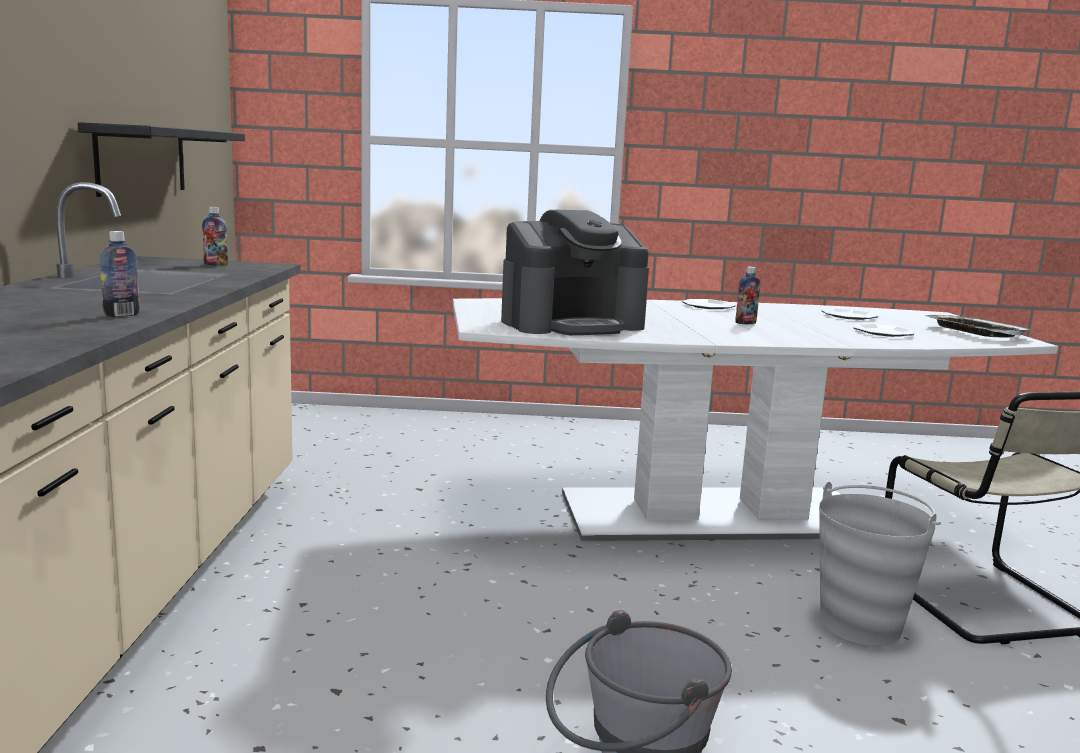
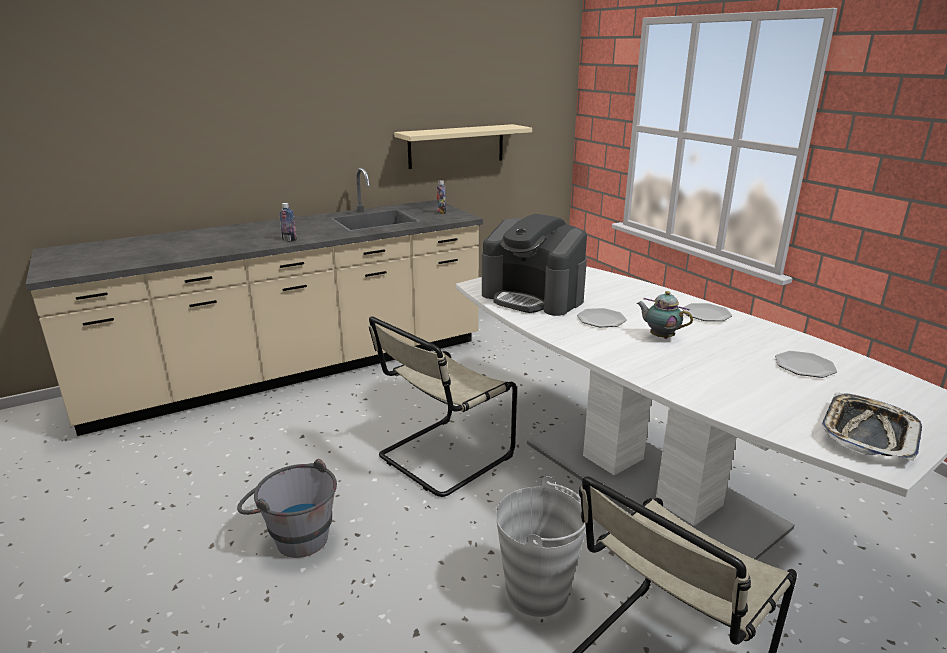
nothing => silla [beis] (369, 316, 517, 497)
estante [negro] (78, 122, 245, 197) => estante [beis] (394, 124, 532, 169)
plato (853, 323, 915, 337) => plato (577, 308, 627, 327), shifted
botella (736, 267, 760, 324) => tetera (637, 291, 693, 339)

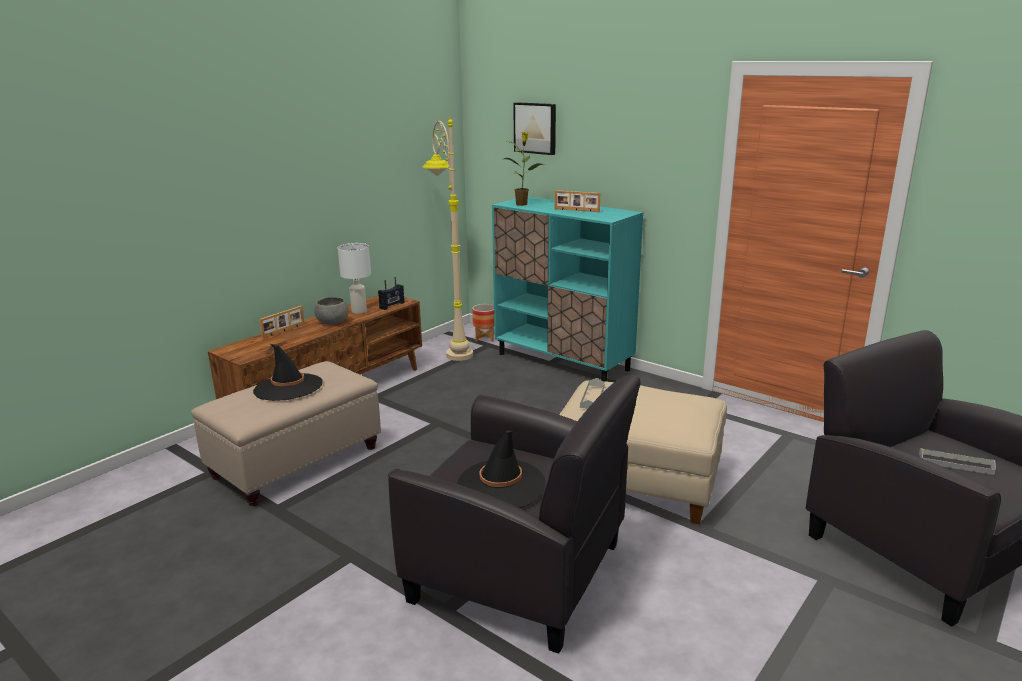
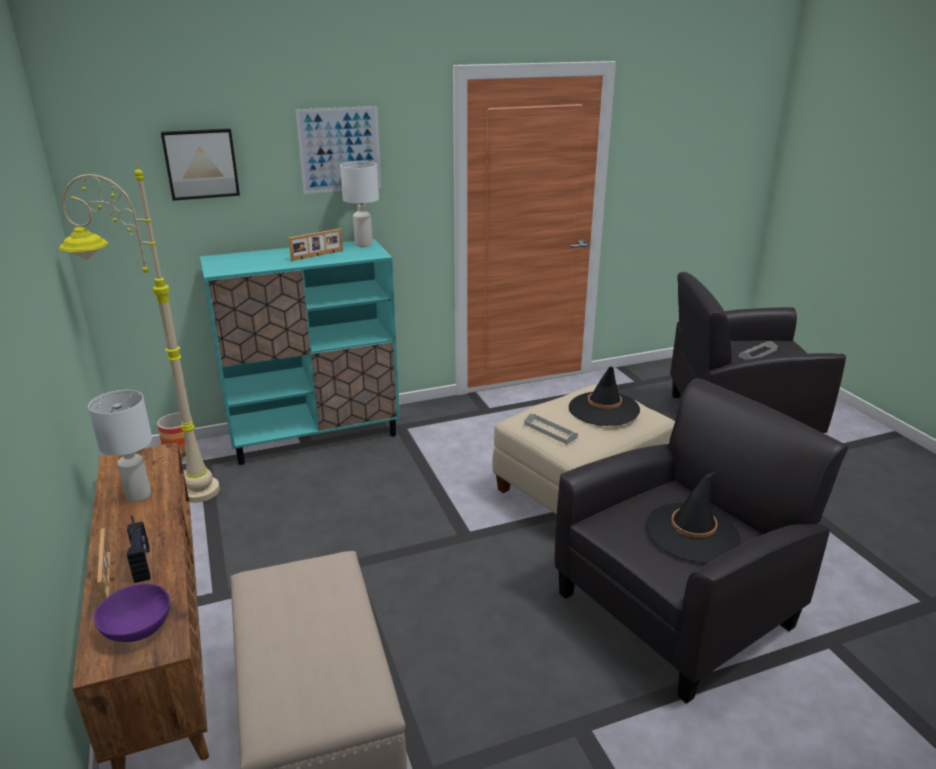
nothing => cuenco [morado] (94, 584, 170, 642)
radio (378, 277, 405, 310) => radio (127, 515, 150, 583), shifted
nothing => cuadro (296, 106, 381, 194)
nothing => lámpara de mesa [blanco] (340, 161, 379, 247)
sombrero [negro] (253, 343, 323, 401) => sombrero [negro] (569, 366, 640, 426), shifted
cuenco [gris] (314, 297, 349, 325) => nothing
planta en maceta (504, 132, 546, 206) => nothing

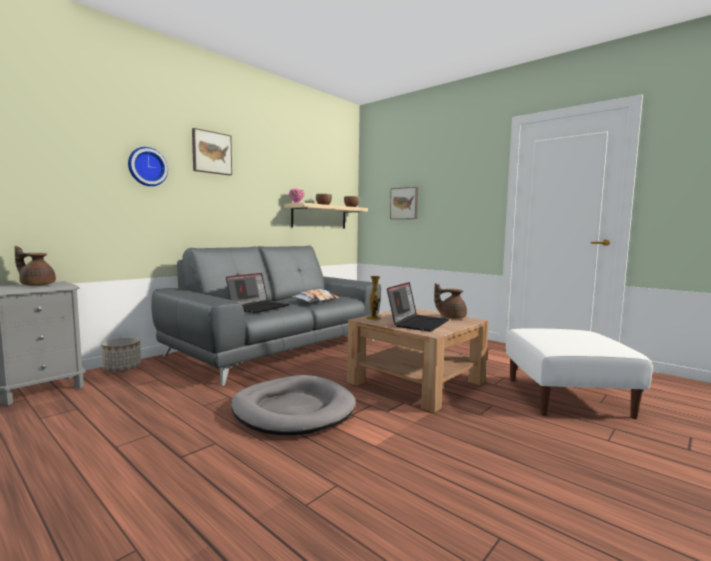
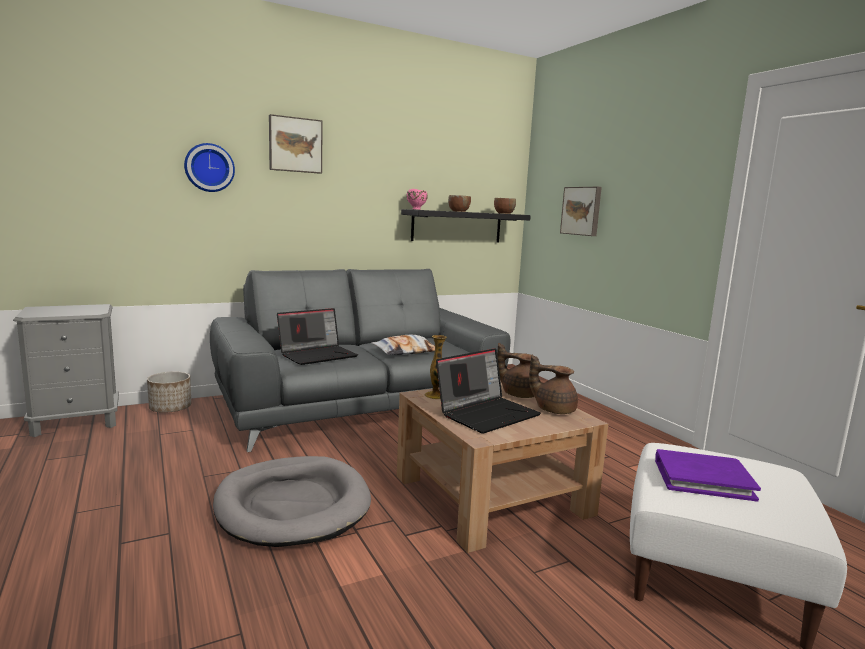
estante [beis] (285, 203, 368, 228) => estante [negro] (401, 209, 531, 243)
tetera [marrón] (15, 246, 56, 286) => tetera [marrón] (497, 343, 540, 398), shifted
nothing => libro [morado] (655, 449, 761, 502)

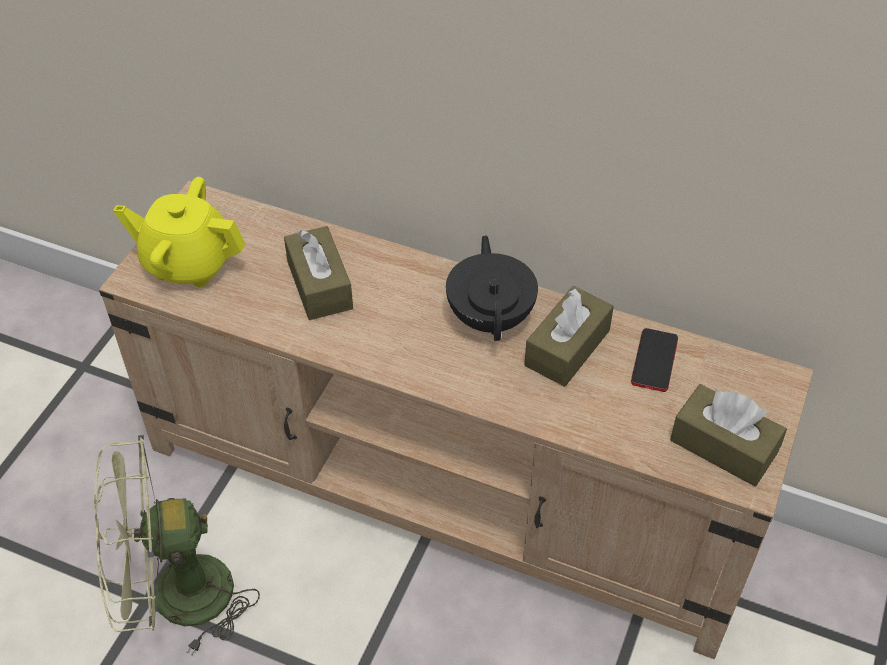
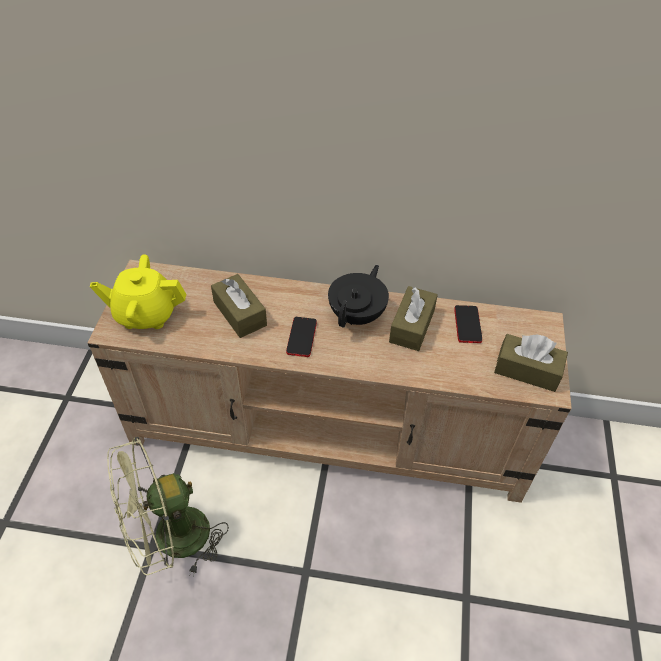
nothing => móvil (286, 317, 317, 357)
tetera [negro] (446, 235, 538, 341) => tetera [negro] (328, 265, 389, 328), 45 degrees clockwise

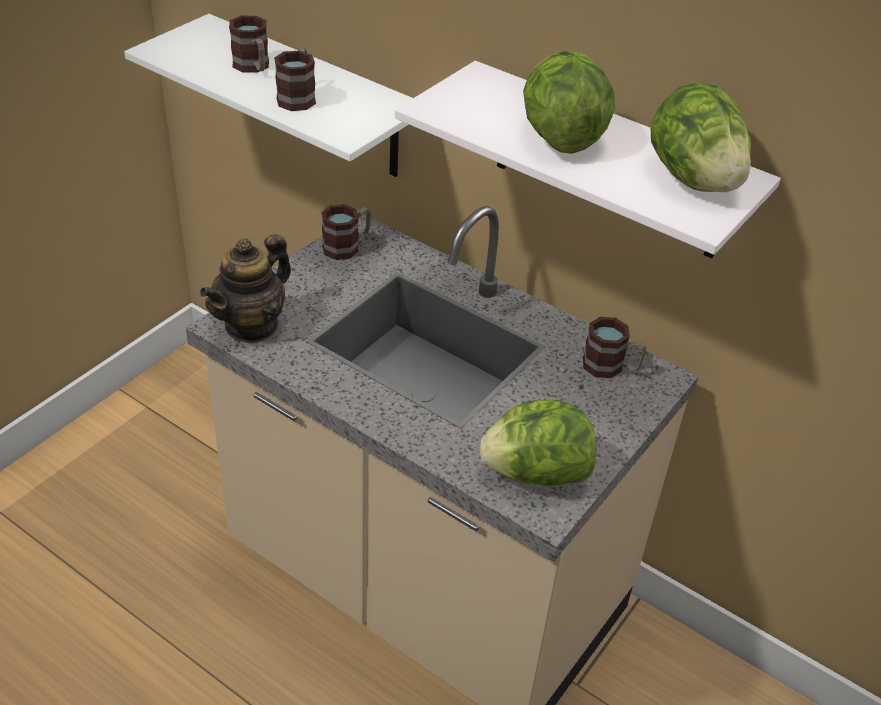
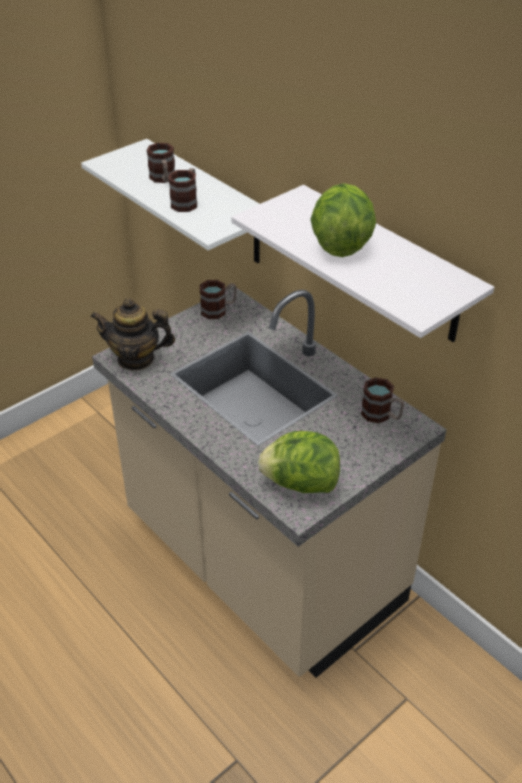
tetera (200, 234, 291, 343) => tetera (90, 298, 175, 370), 45 degrees clockwise
lechuga (651, 82, 751, 192) => nothing

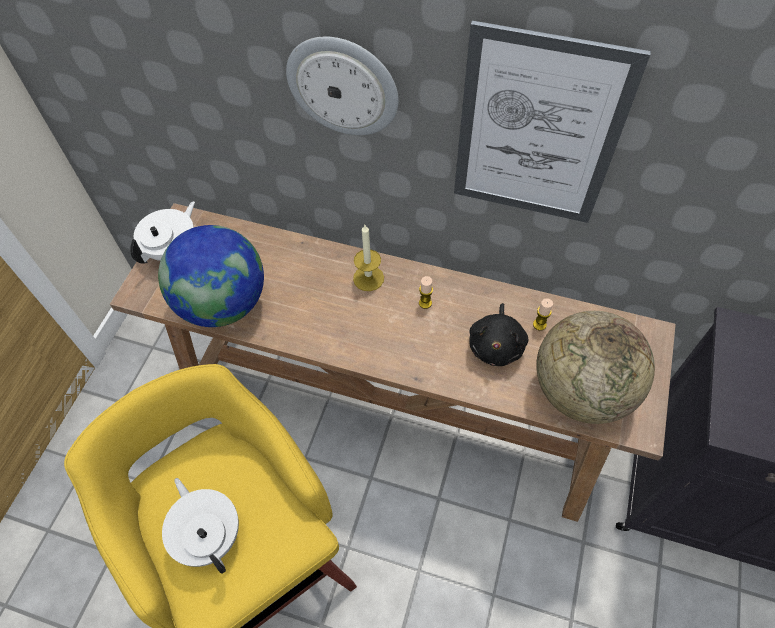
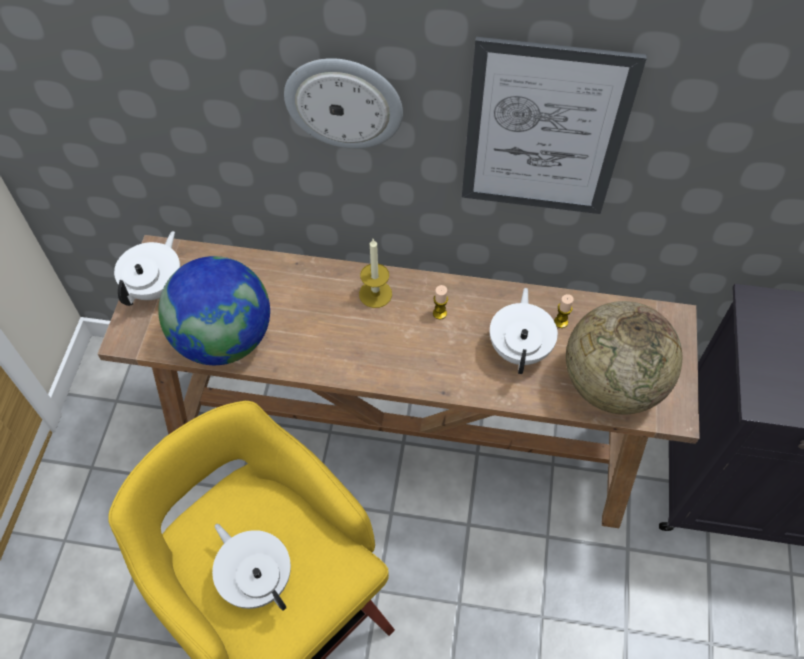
peluche [negro] (469, 303, 528, 366) => tetera [blanco] (490, 288, 558, 374)

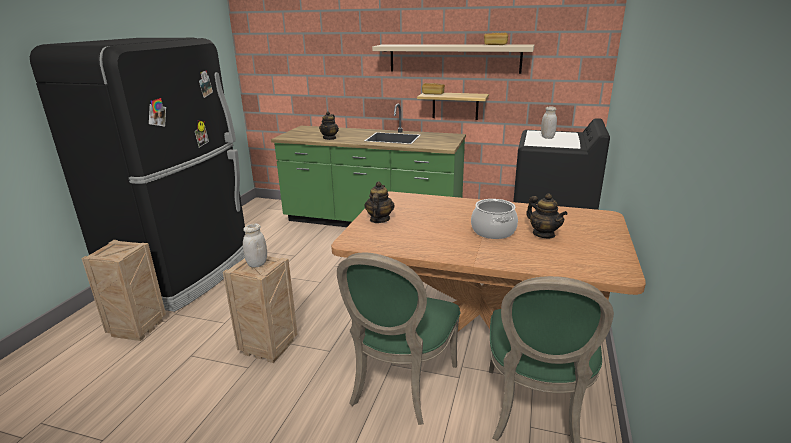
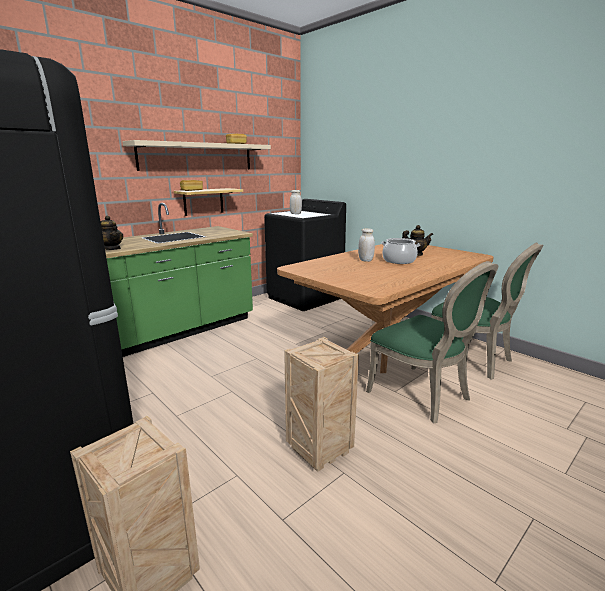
tarro [blanco] (243, 224, 267, 268) => tarro [blanco] (358, 228, 375, 262), shifted
tetera (365, 181, 395, 223) => nothing

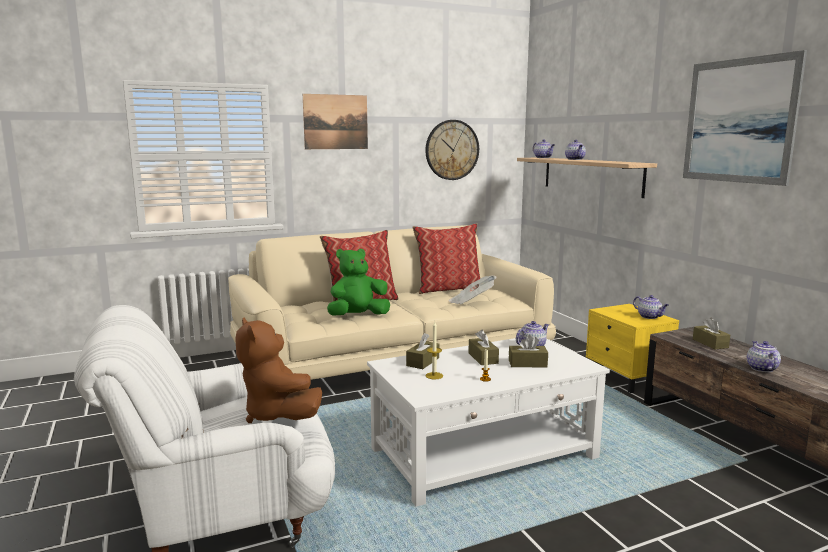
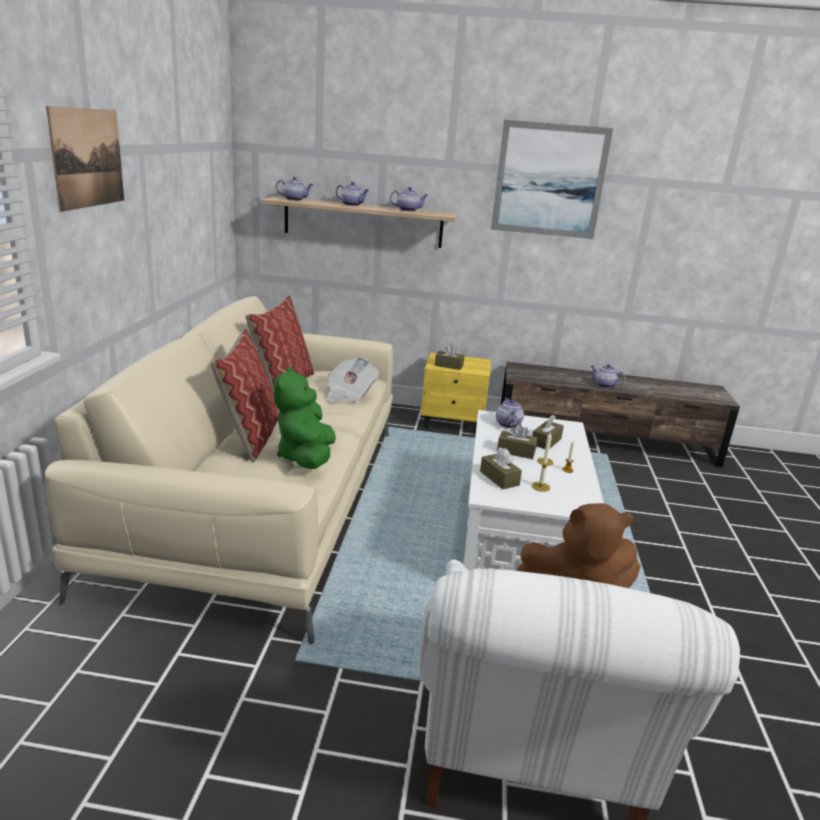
tetera (633, 295, 669, 319) => tetera (390, 187, 428, 212), shifted
caja de pañuelos [marrón] (693, 318, 730, 349) => caja de pañuelos [marrón] (435, 344, 464, 370), shifted
reloj de pared (425, 120, 479, 180) => nothing

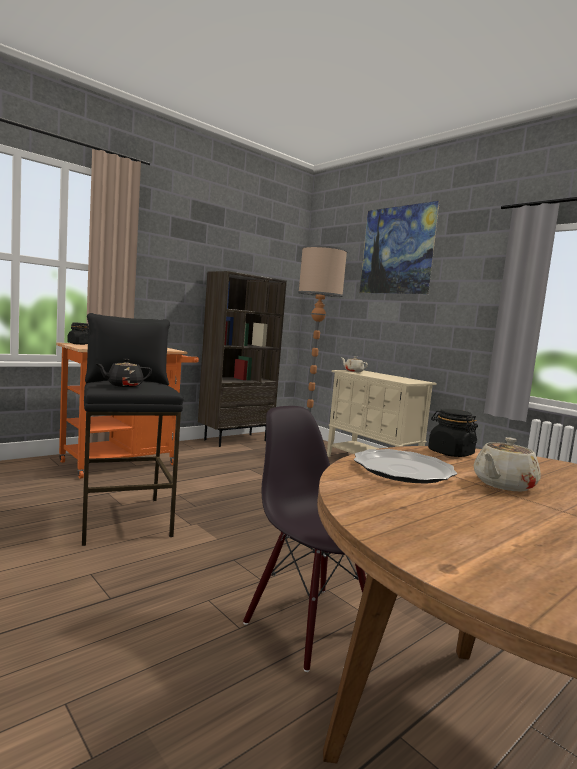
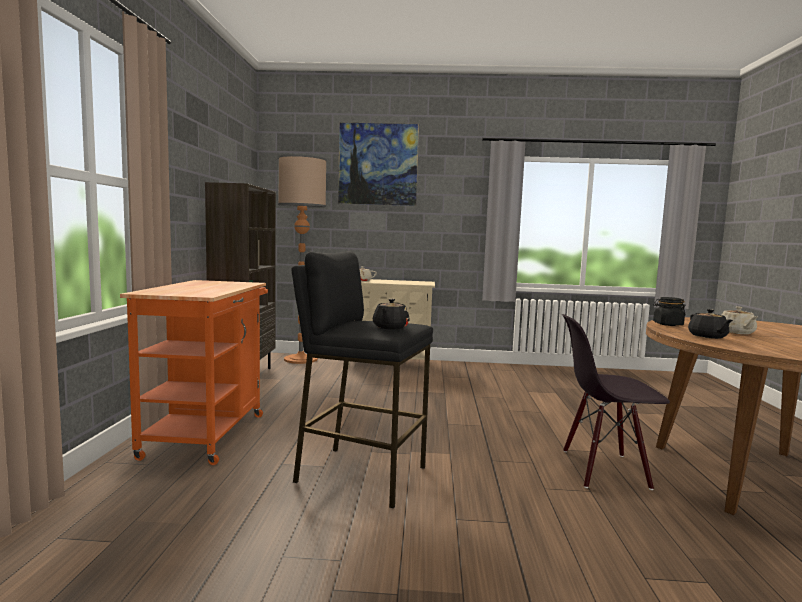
plato (354, 449, 457, 483) => tetera [negro] (688, 309, 733, 339)
tarro [negro] (67, 322, 88, 345) => nothing

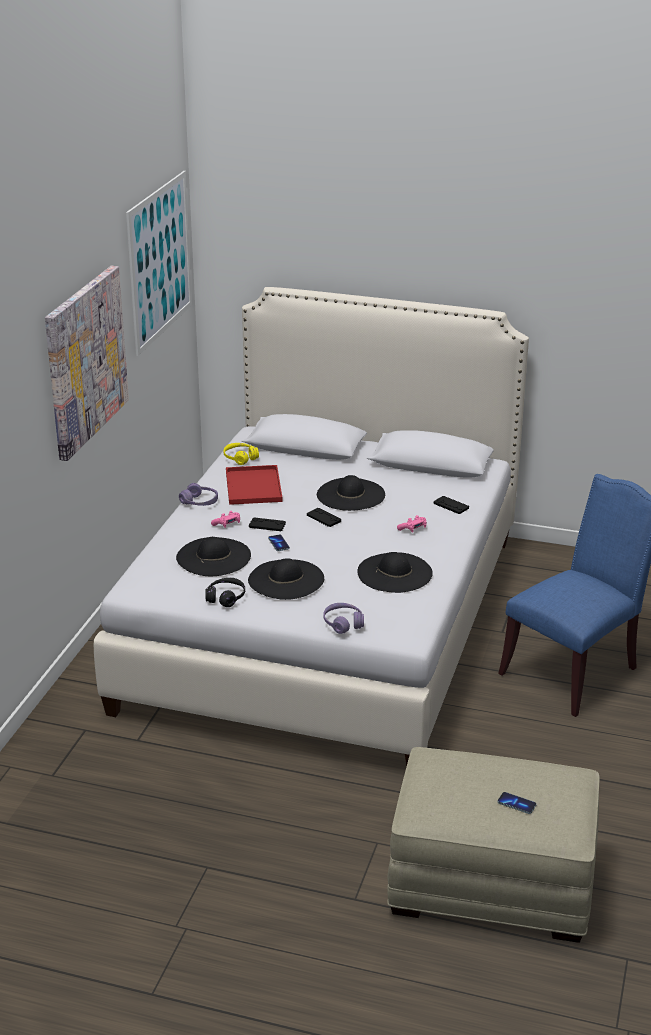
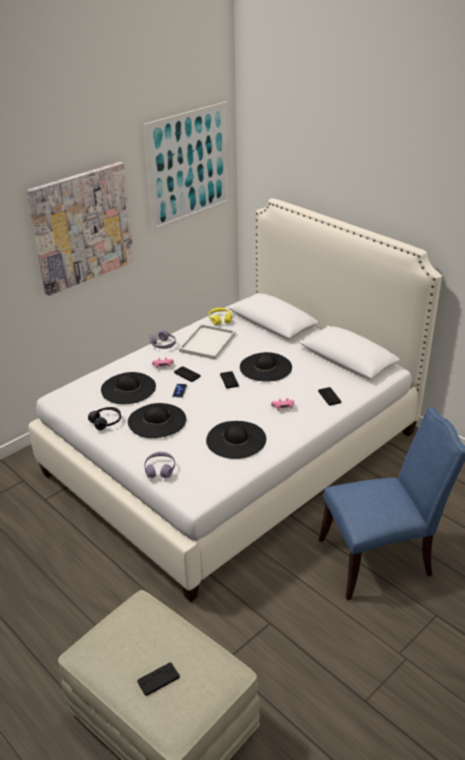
móvil (497, 792, 536, 814) => mando de consola [negro] (137, 662, 180, 696)
bandeja [rojo] (226, 465, 283, 505) => bandeja [blanco] (179, 324, 235, 360)

